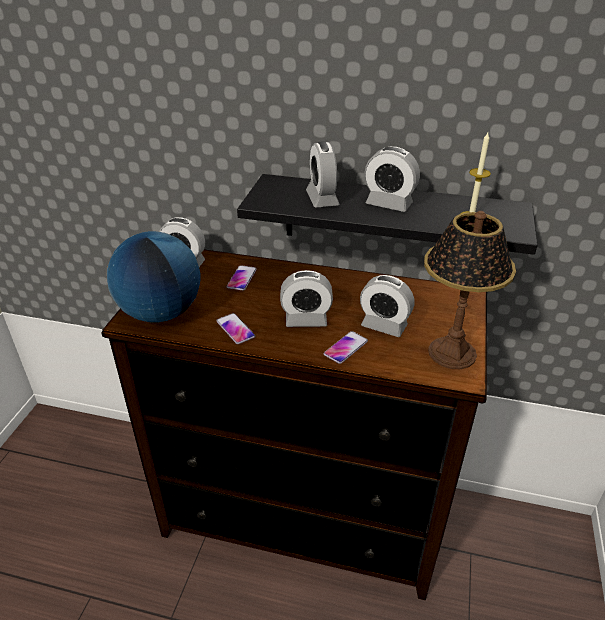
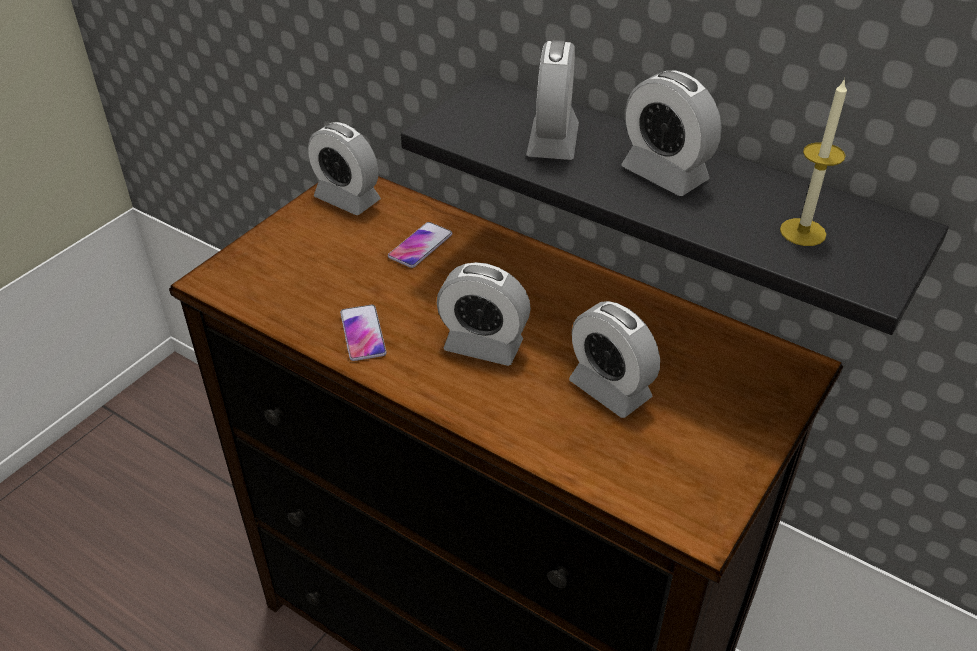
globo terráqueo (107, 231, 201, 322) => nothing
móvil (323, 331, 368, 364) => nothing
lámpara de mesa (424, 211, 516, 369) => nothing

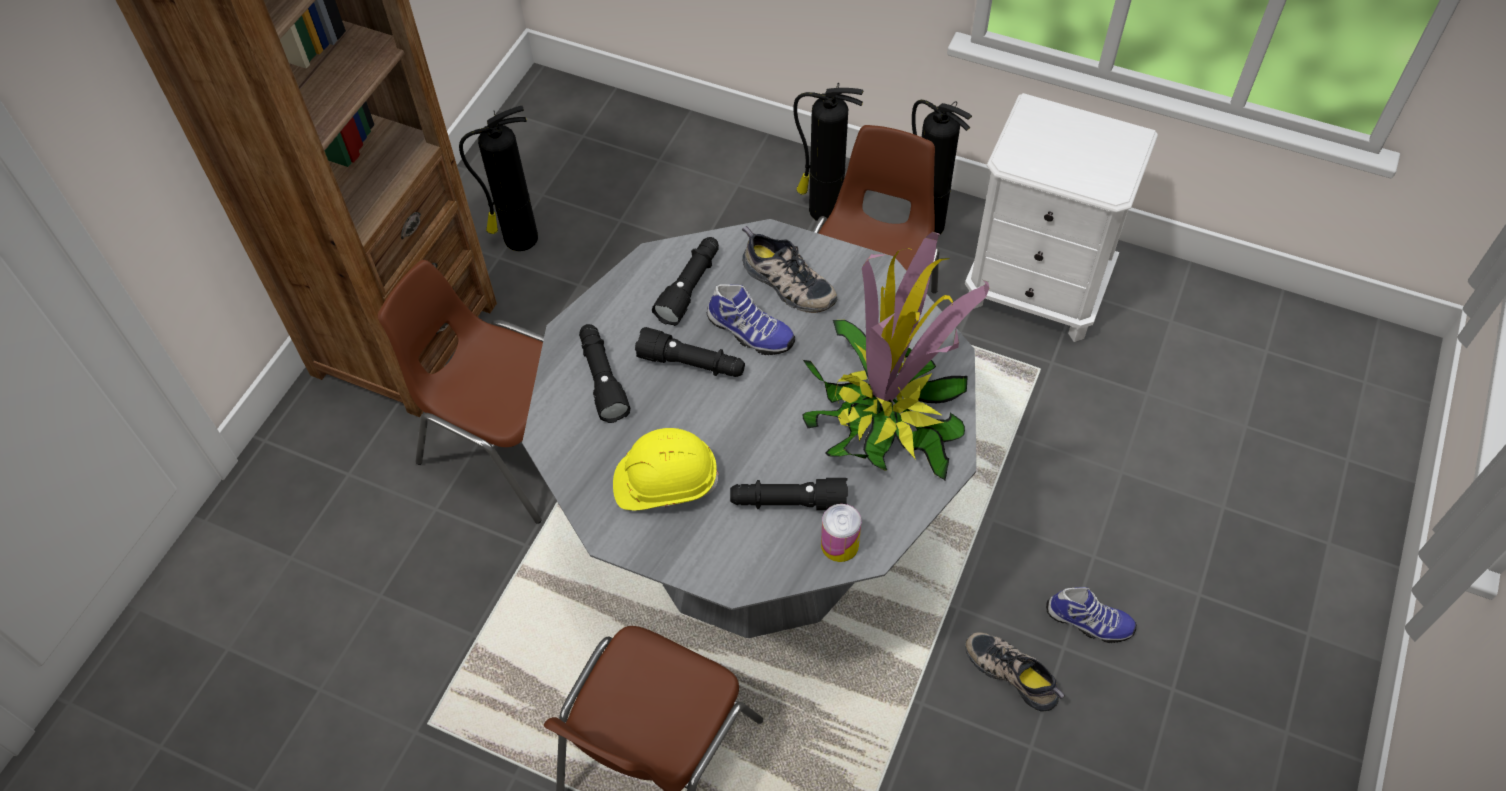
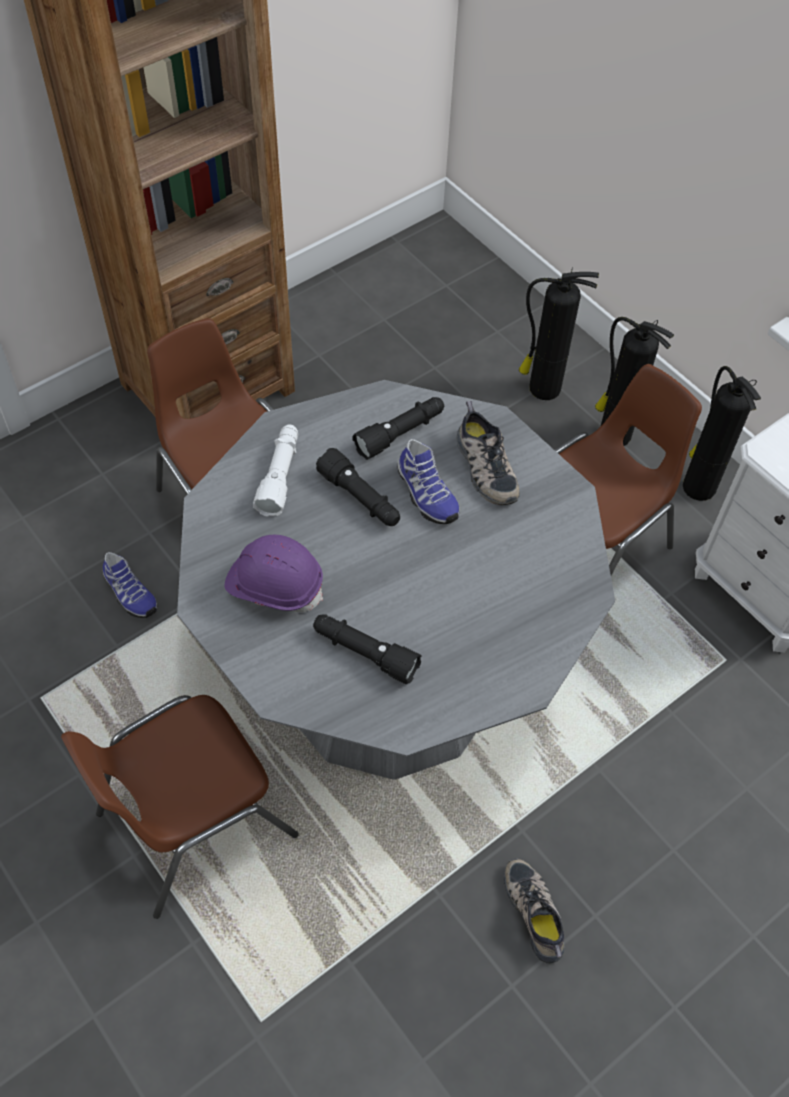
zapato (1046, 587, 1137, 643) => zapato (103, 552, 157, 618), shifted
casco [amarillo] (613, 428, 719, 510) => casco [morado] (225, 535, 323, 612)
linterna [negro] (579, 324, 630, 423) => linterna [blanco] (253, 425, 298, 517)
extintor (459, 106, 538, 251) => extintor (519, 268, 599, 400), shifted
planta en maceta (803, 232, 989, 480) => nothing
lata (821, 504, 861, 562) => nothing

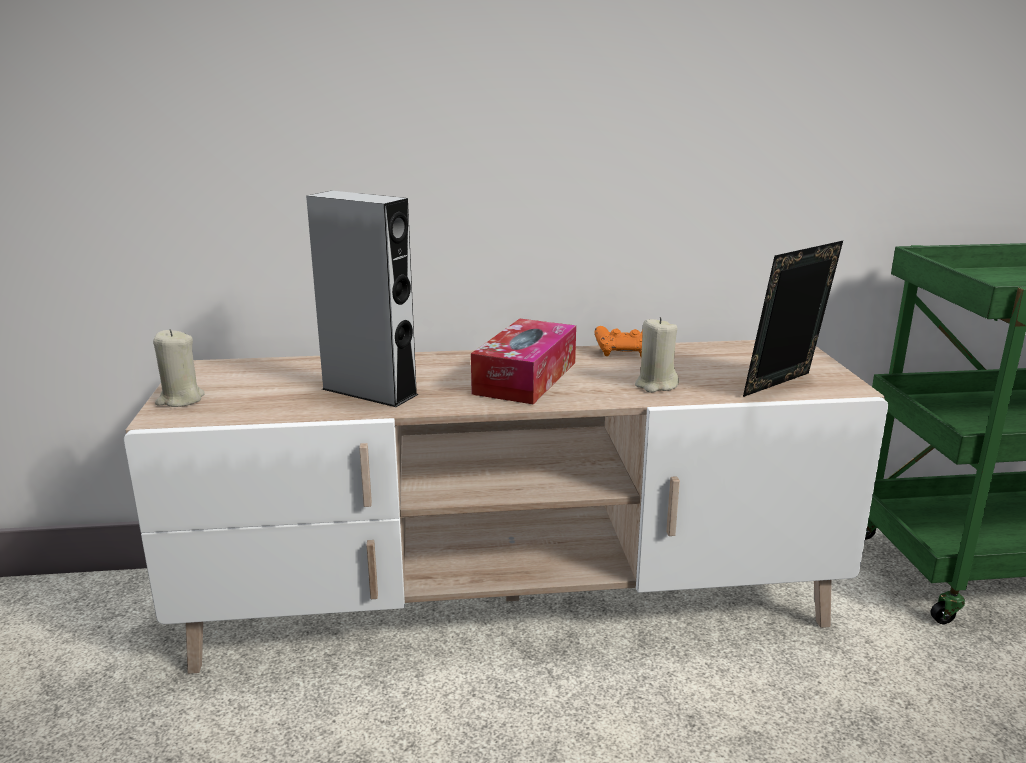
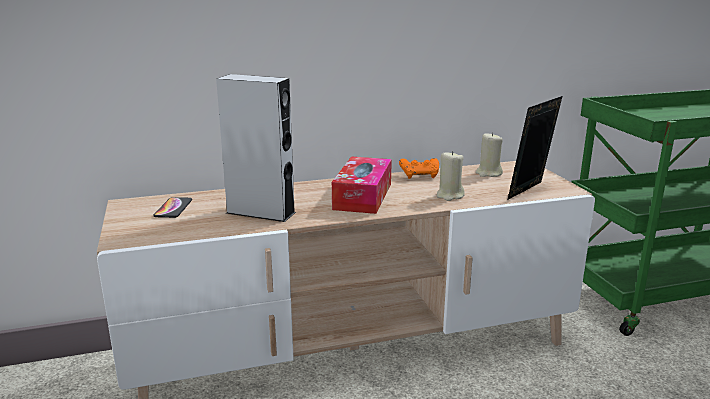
nothing => móvil (154, 197, 192, 218)
vela [beis] (153, 329, 205, 407) => vela [beis] (476, 132, 503, 177), shifted

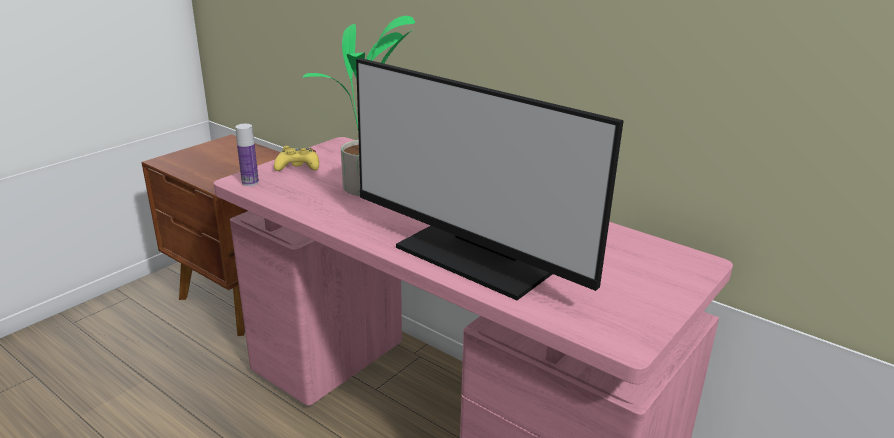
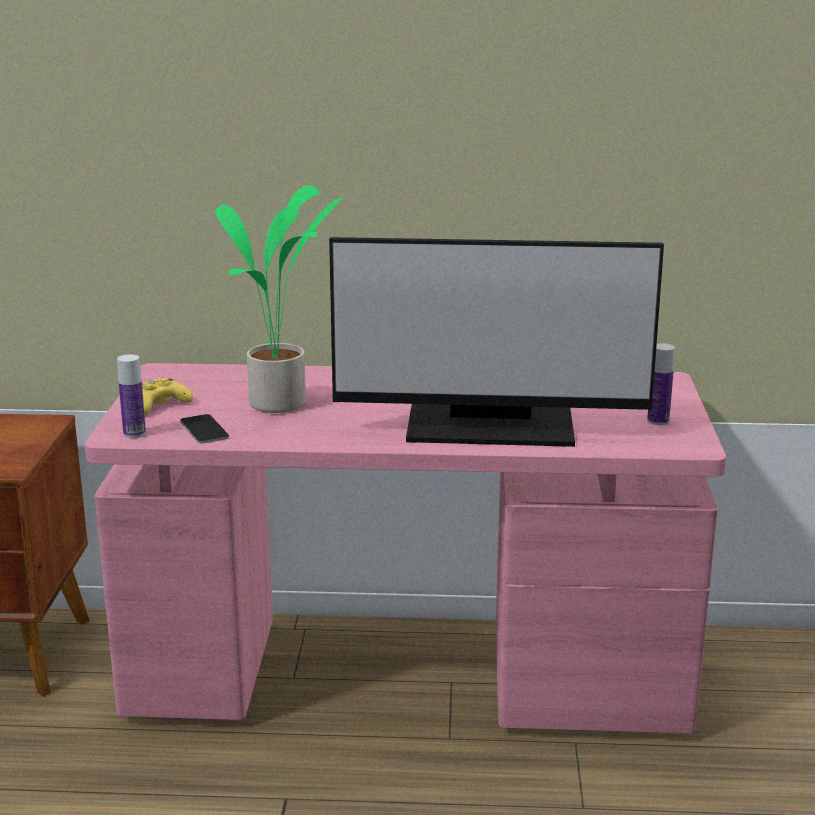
nothing => móvil (180, 414, 229, 444)
nothing => botella (647, 343, 675, 425)

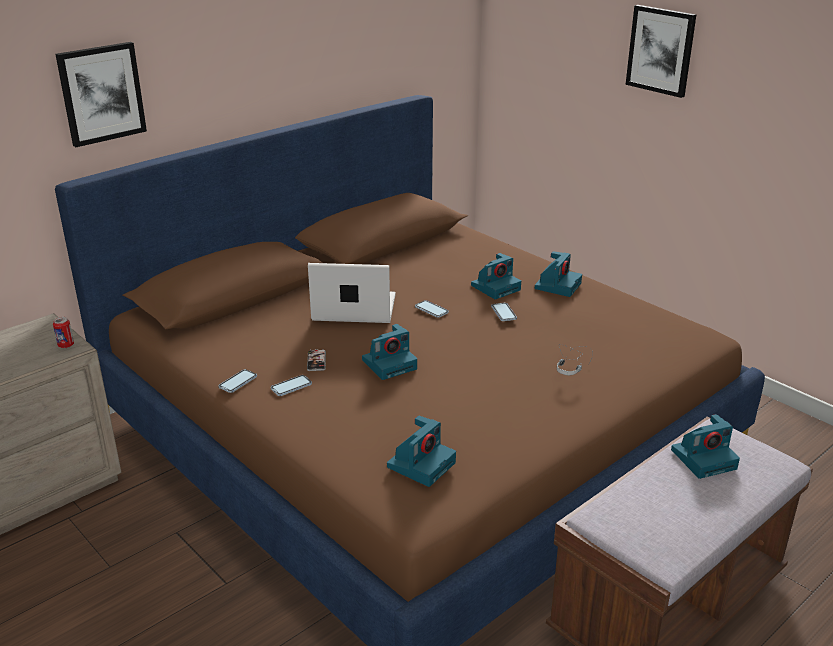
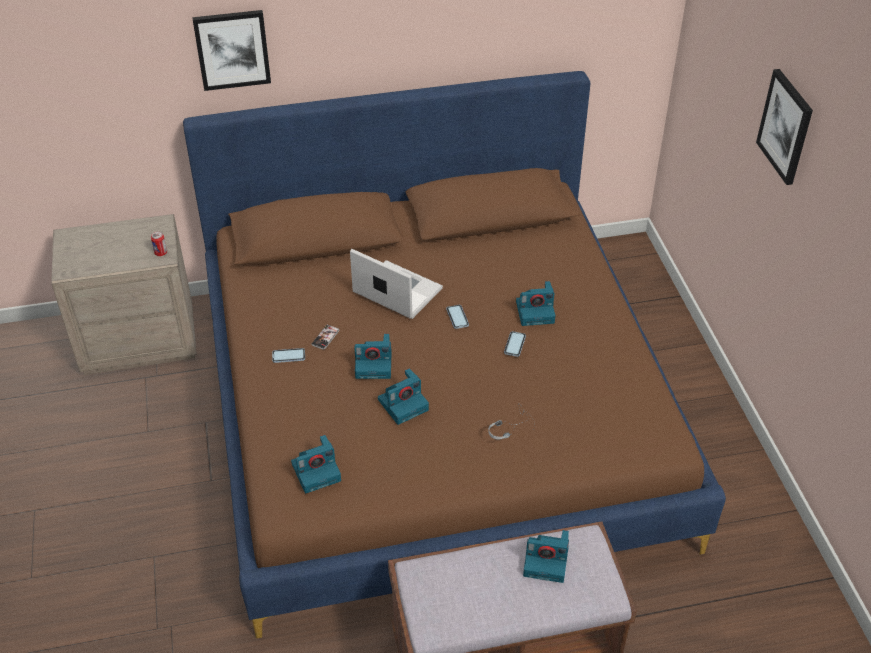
cámara (535, 251, 582, 297) => cámara (378, 369, 429, 425), shifted
móvil (218, 369, 257, 393) => nothing

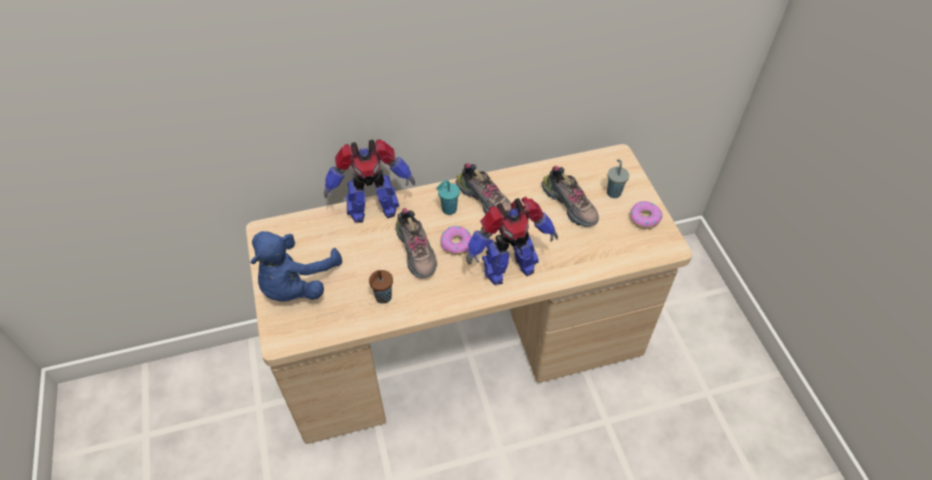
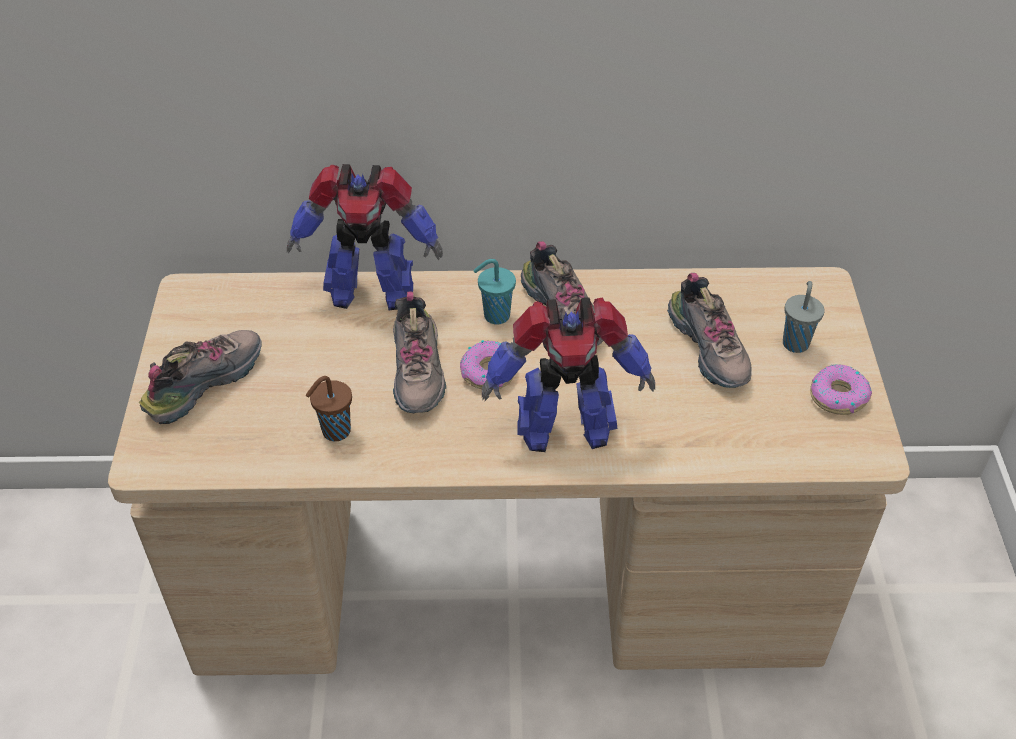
peluche [azul] (250, 231, 342, 302) => zapato (139, 330, 261, 424)

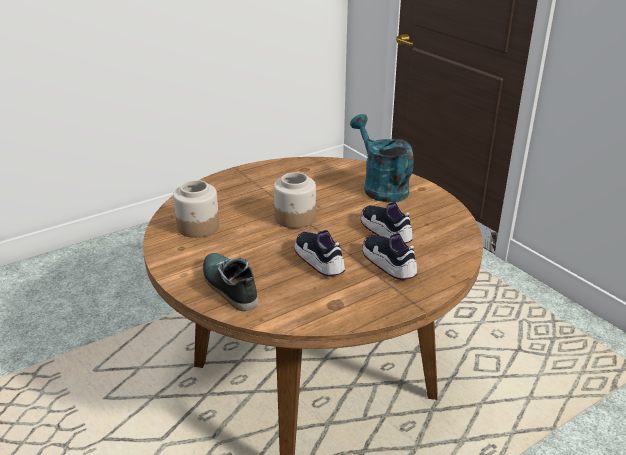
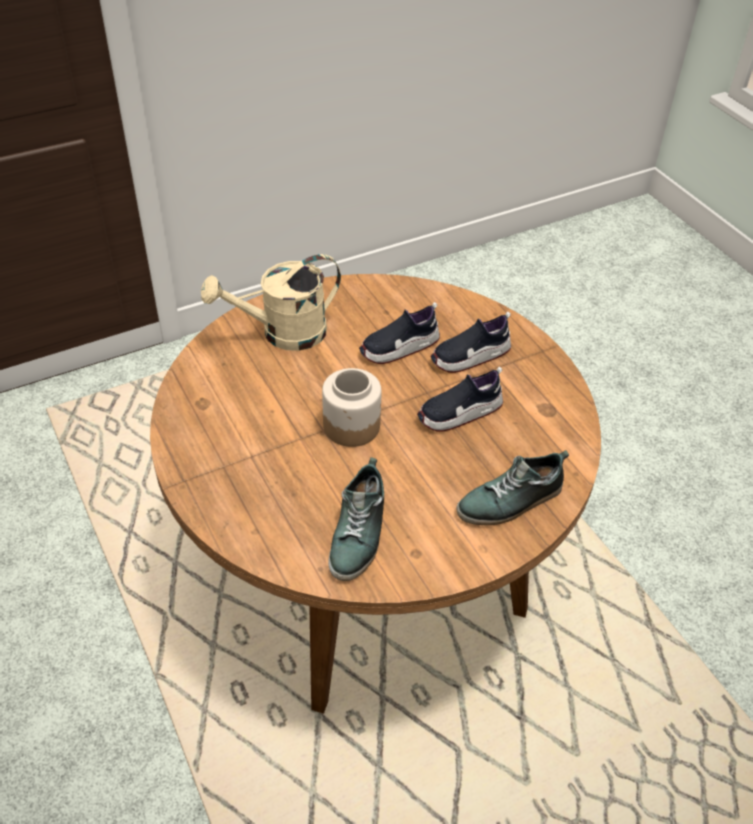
regadera [turquesa] (350, 114, 414, 202) => regadera [beis] (201, 254, 341, 351)
tarro (173, 180, 219, 238) => zapato (328, 457, 384, 581)

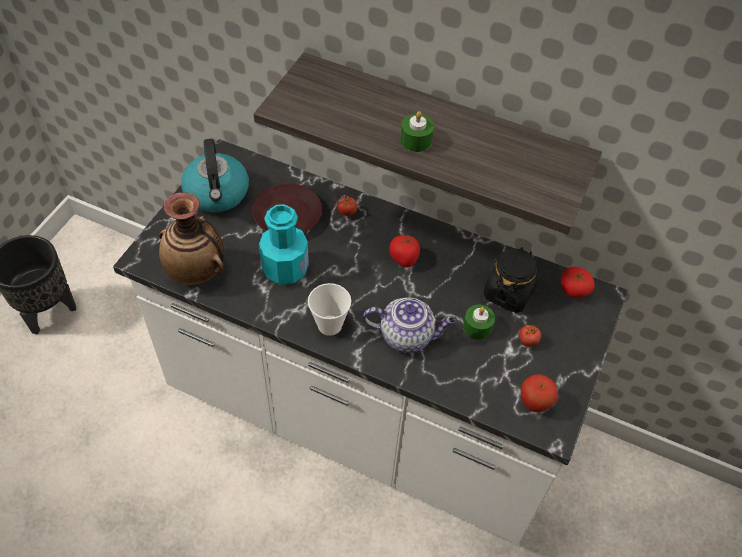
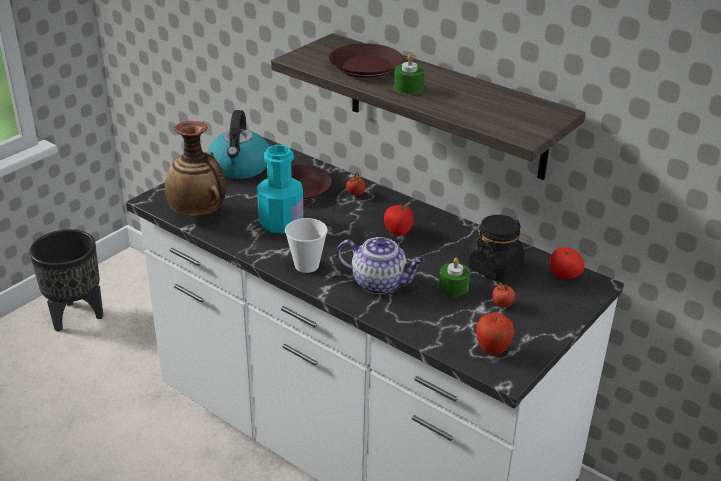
nothing => plato [marrón] (329, 43, 403, 78)

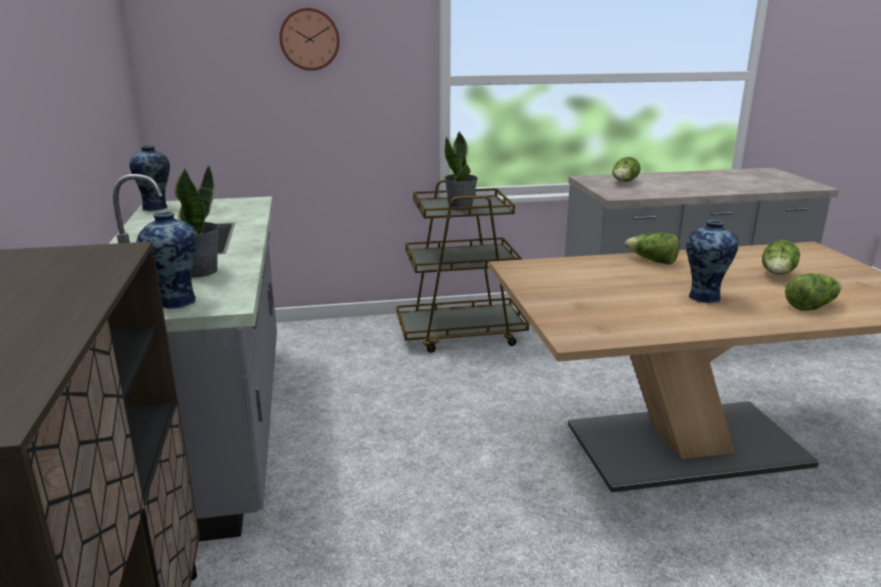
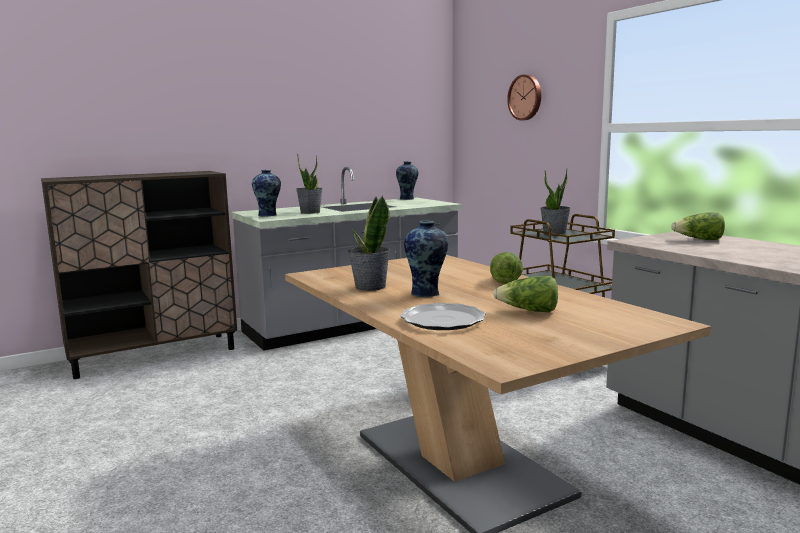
nothing => planta en maceta (348, 195, 390, 291)
lechuga (785, 273, 841, 311) => plato (400, 303, 486, 330)

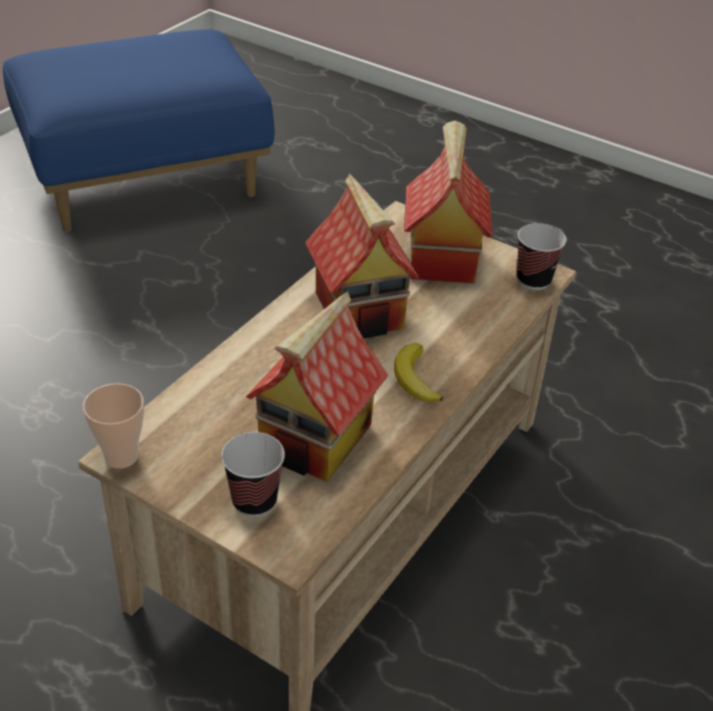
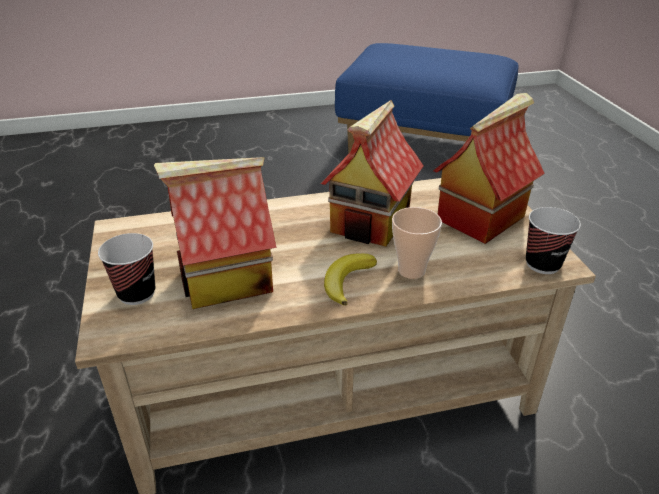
taza (83, 383, 144, 469) => taza (392, 207, 442, 279), shifted

